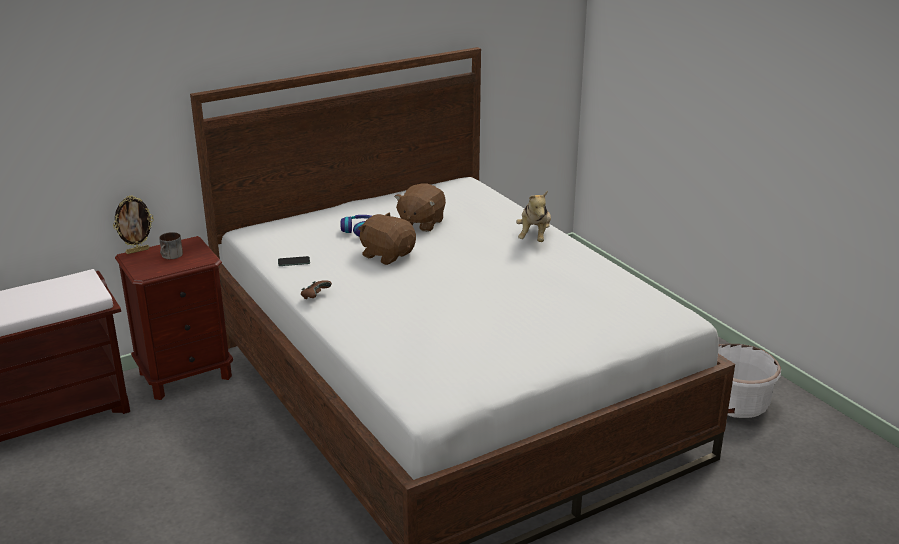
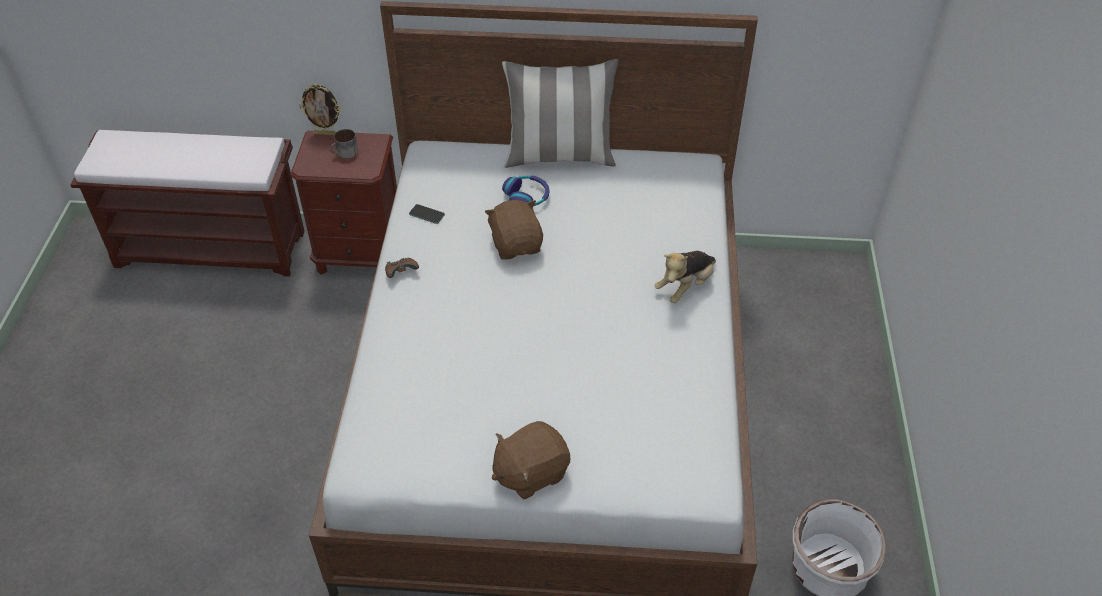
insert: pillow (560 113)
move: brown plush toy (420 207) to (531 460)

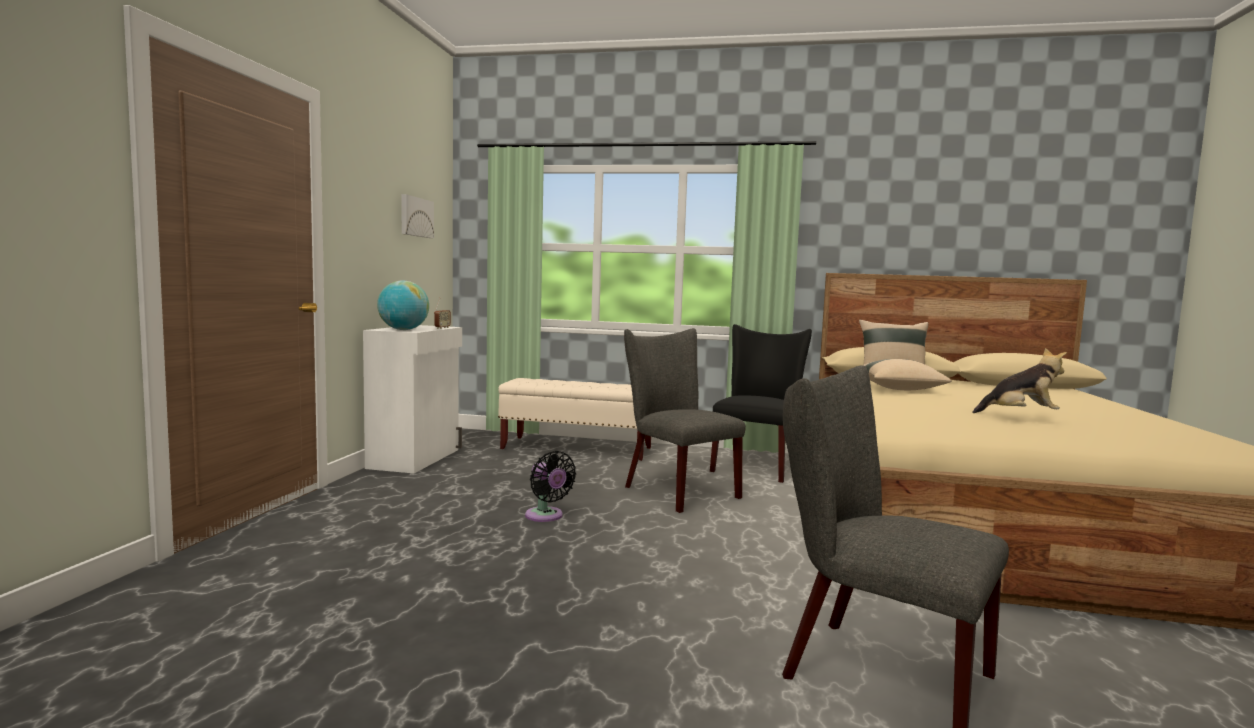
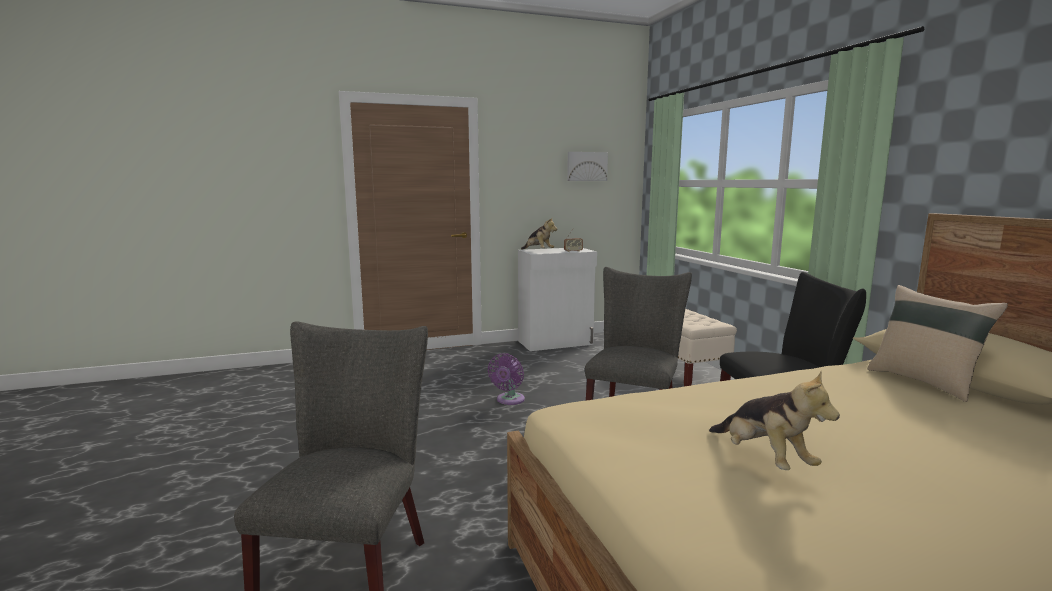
delete: beige pillow (907 374)
replace: globe (403 305) to plush toy (539 234)
recolor: black fan (550 486) to purple fan (506 379)

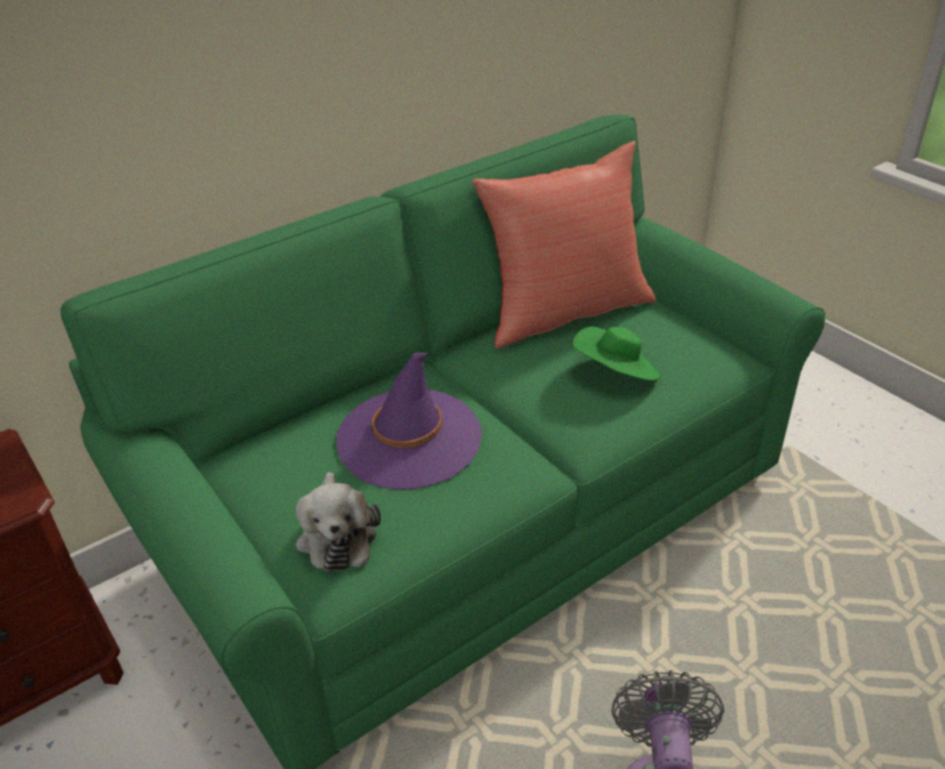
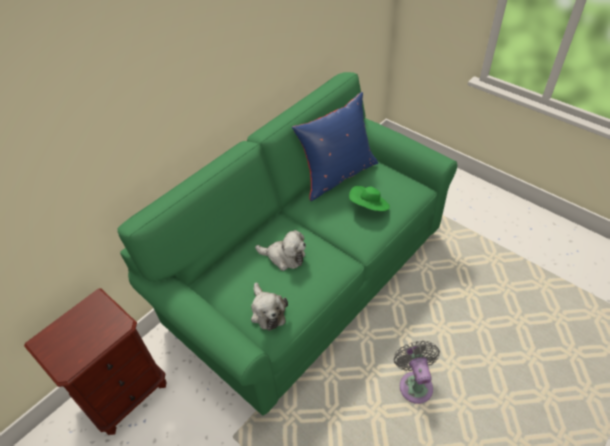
replace: purple hat (409 421) to plush toy (280 250)
recolor: red pillow (564 245) to blue pillow (335 146)

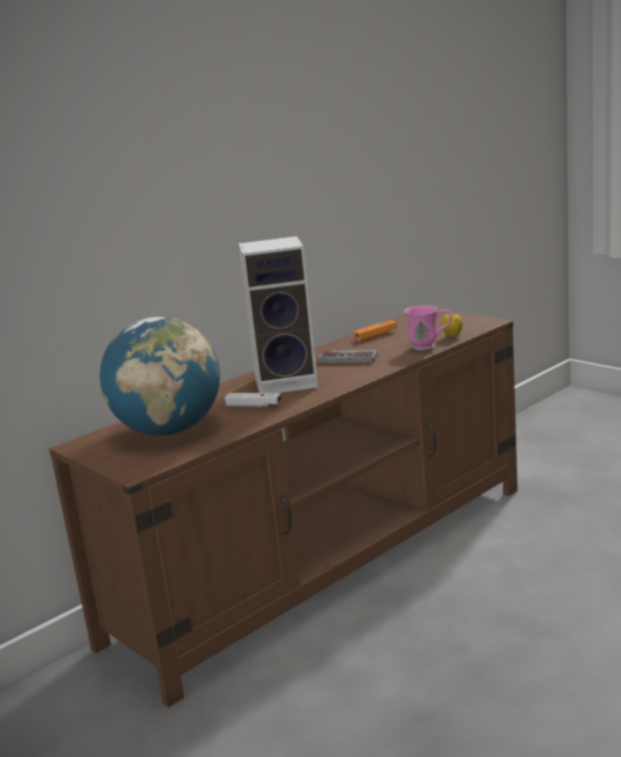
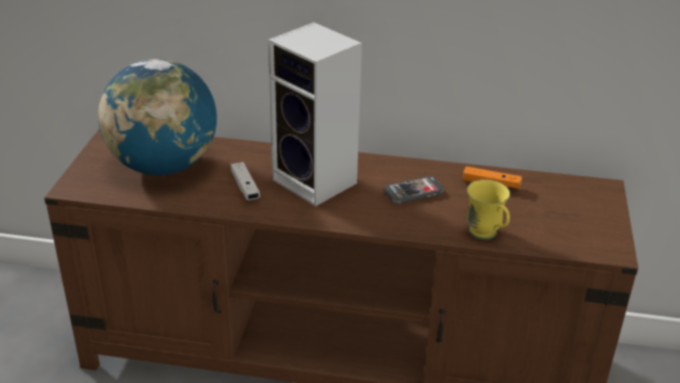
delete: apple (452 325)
replace: game controller (348 356) to phone (414 190)
recolor: pink mug (428 328) to yellow mug (488 210)

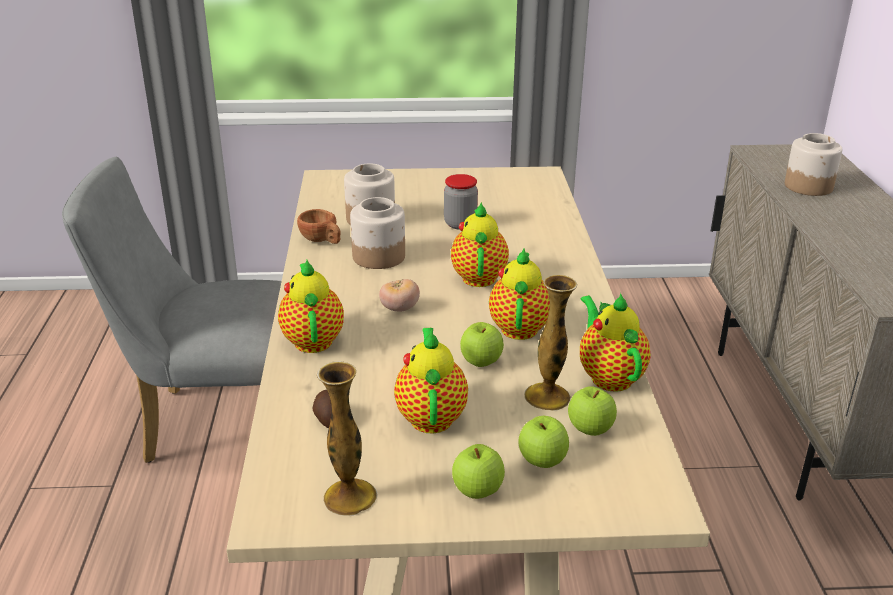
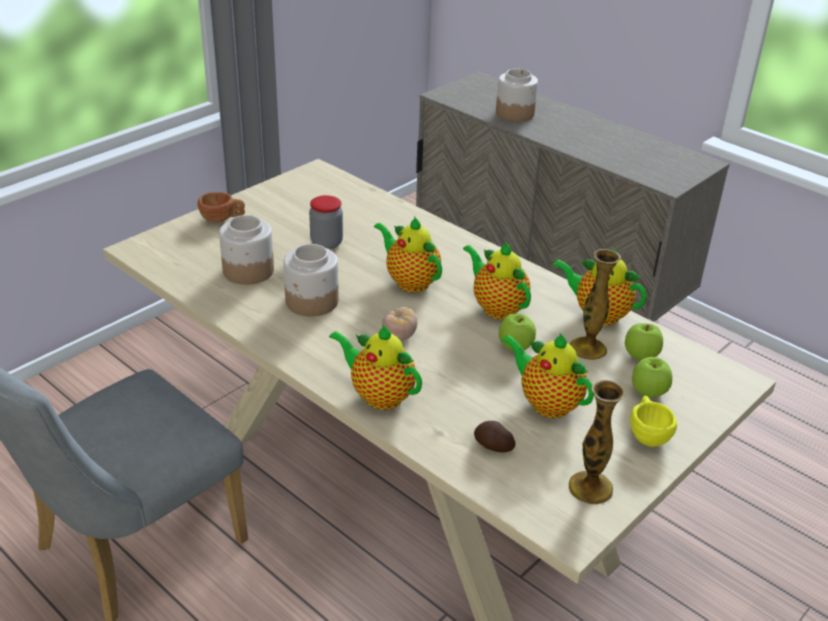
move: brown cup (319 226) to (221 207)
replace: apple (478 471) to yellow cup (653 421)

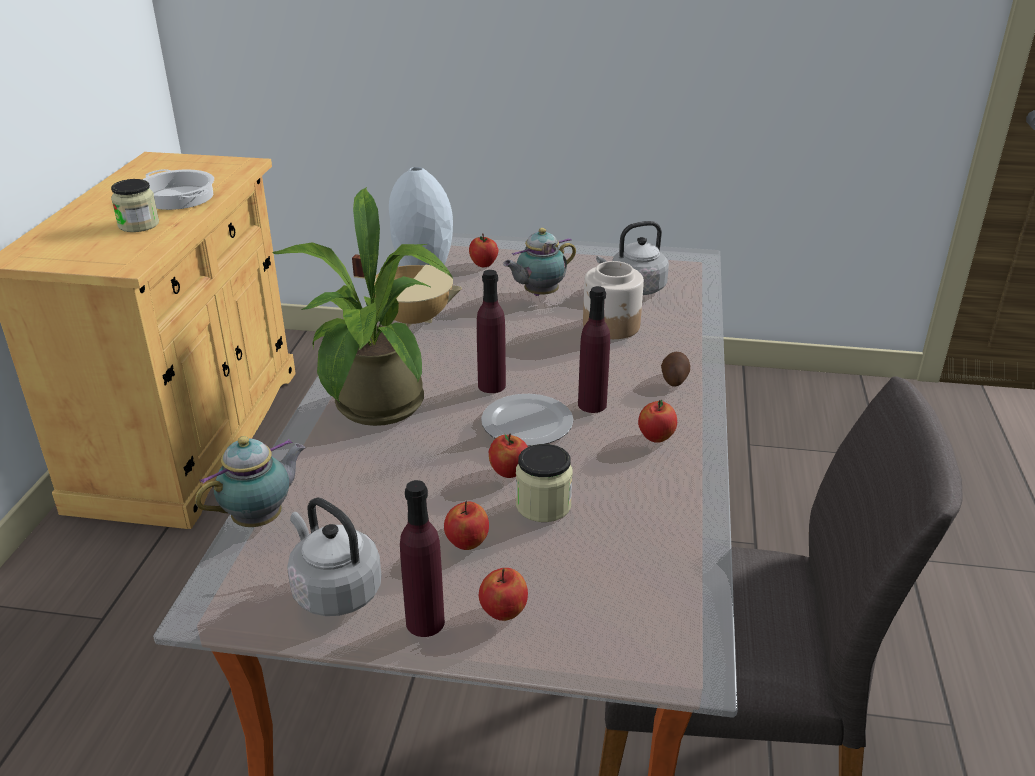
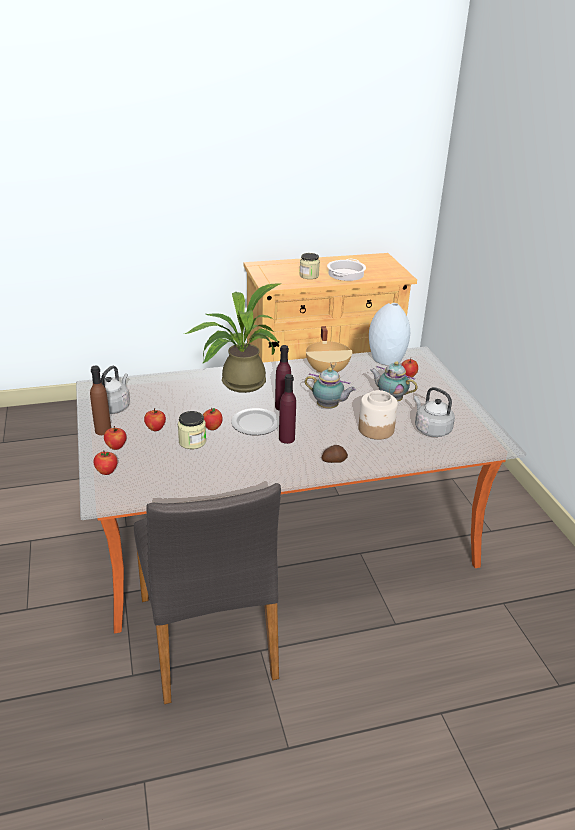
move: apple (657 421) to (106 462); teapot (250 481) to (330 388)
recolor: purple bottle (422 558) to brown bottle (100 400)

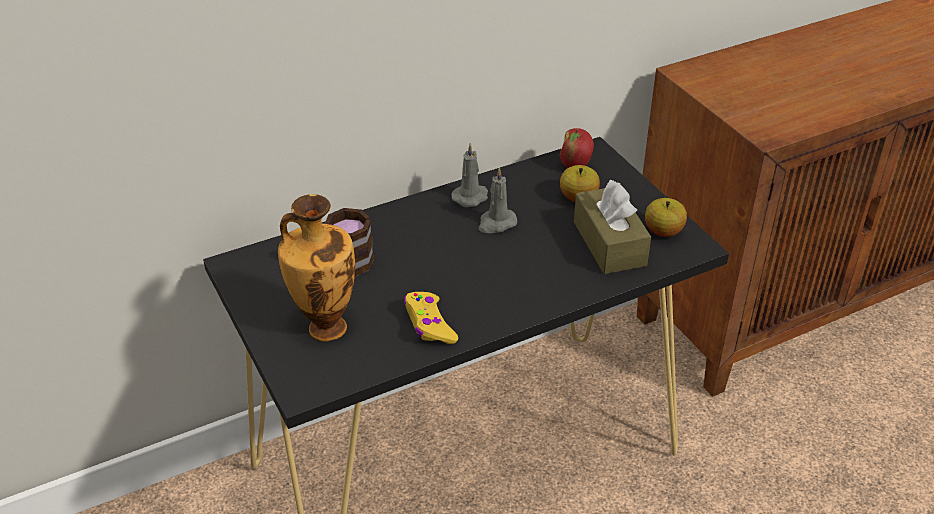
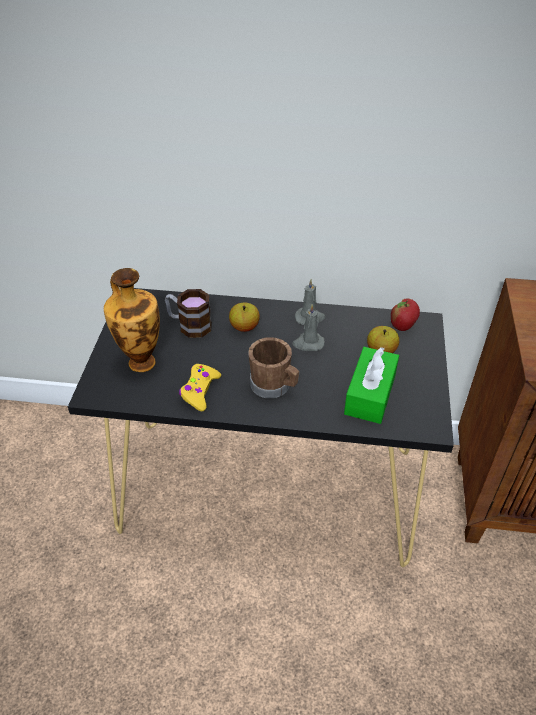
insert: brown mug (274 367)
move: apple (666 217) to (244 317)
recolor: brown tissue box (612 227) to green tissue box (371 385)

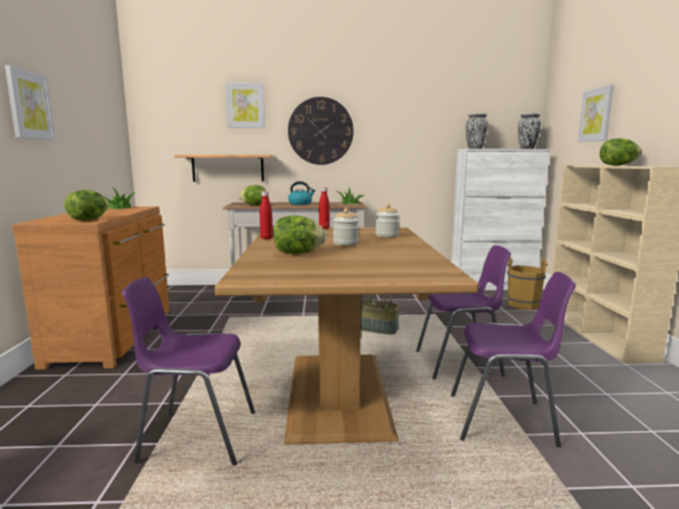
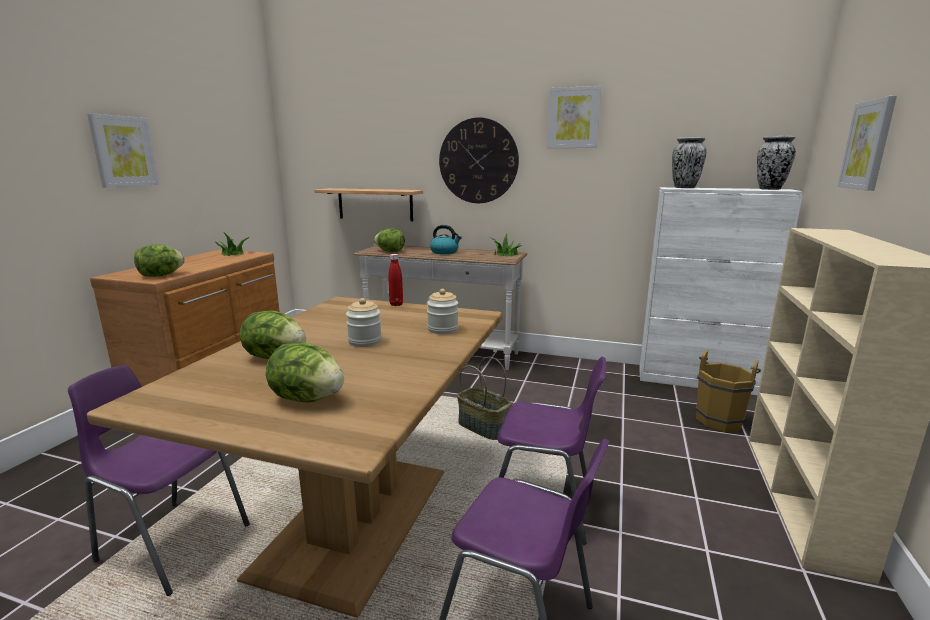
delete: red bottle (266 215)
move: lettuce (621 152) to (305 372); picture (245 105) to (574 117)

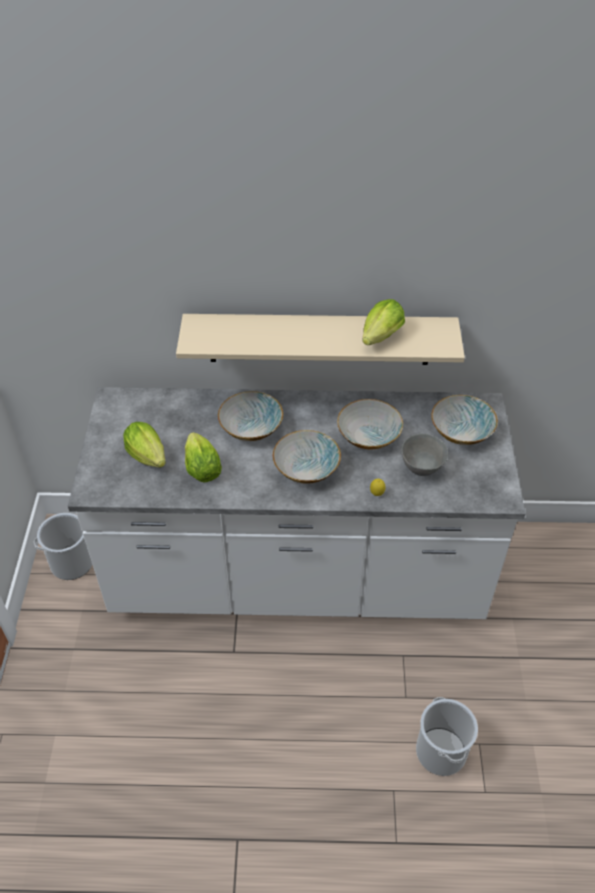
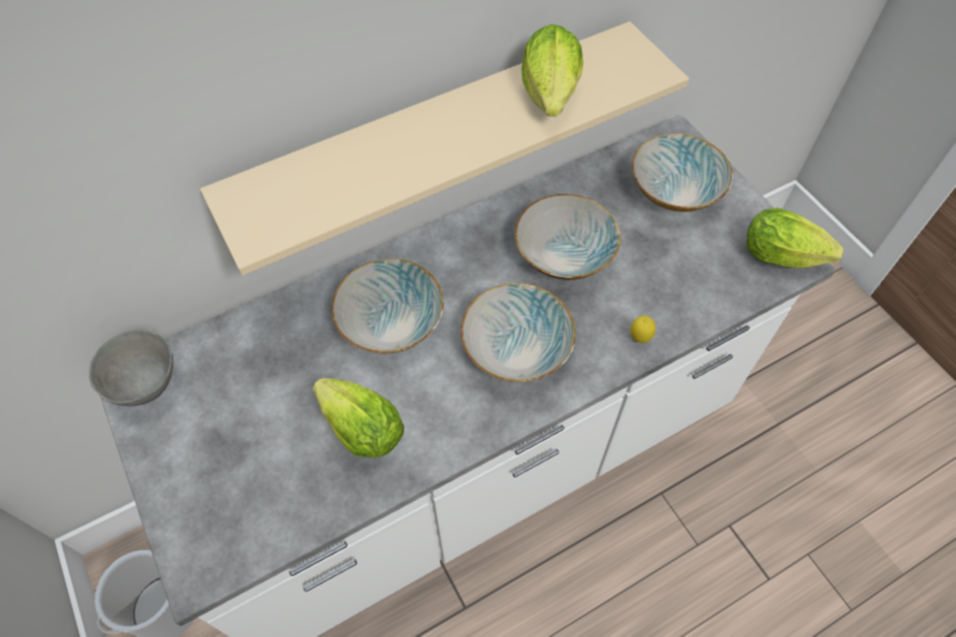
delete: bucket (447 736)
move: grey bowl (424 455) to (131 368); lettuce (144 445) to (795 238)

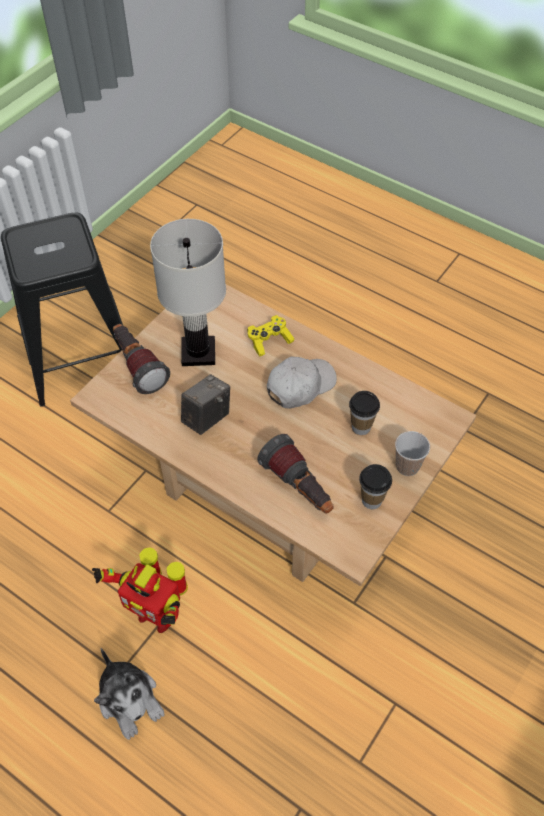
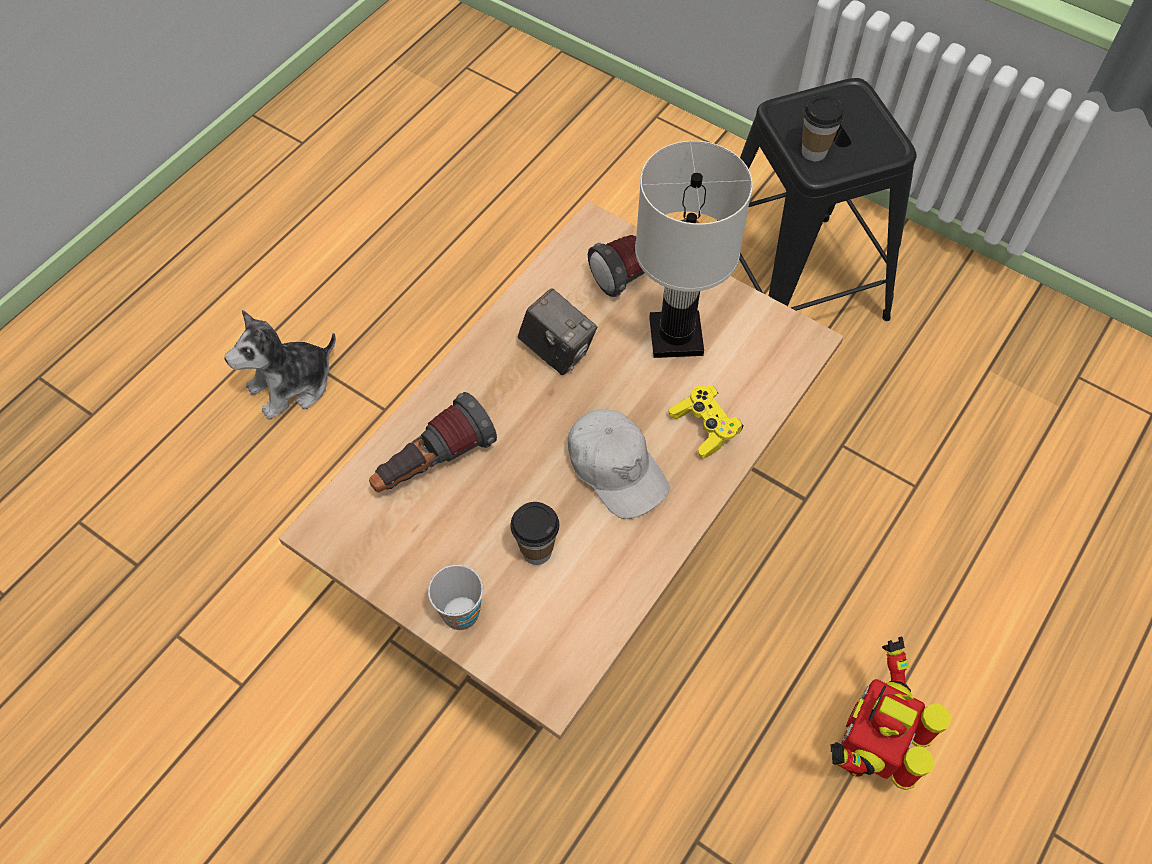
move: cup (375 486) to (823 128); toy robot (140 590) to (891 713)

